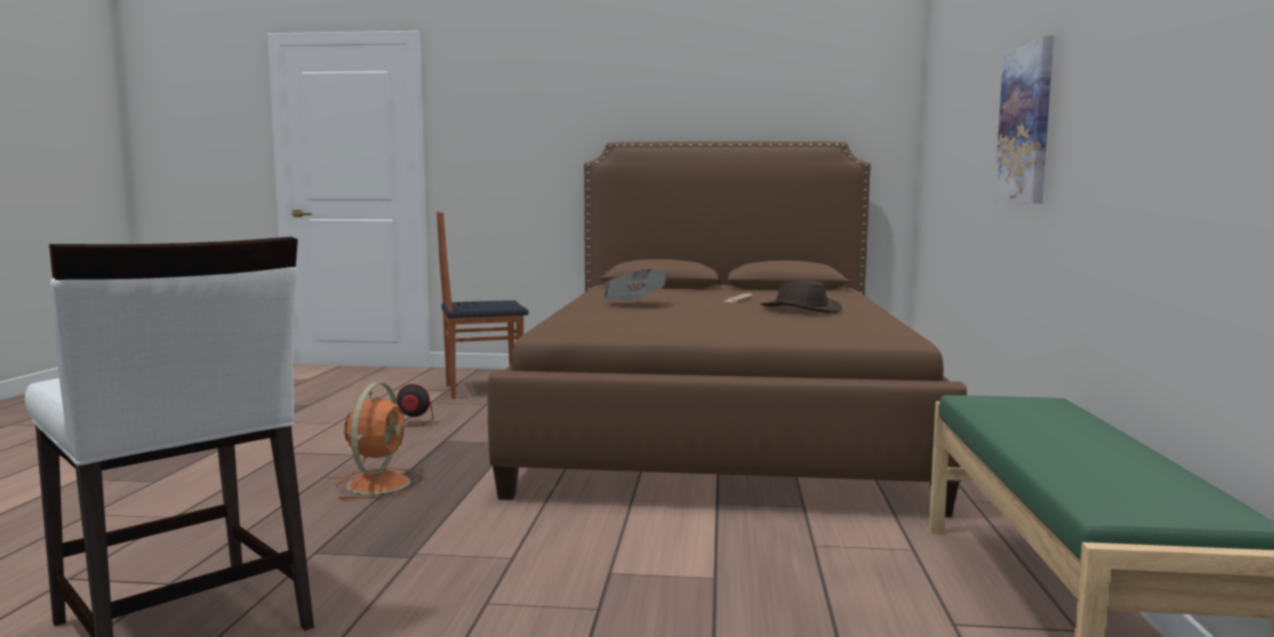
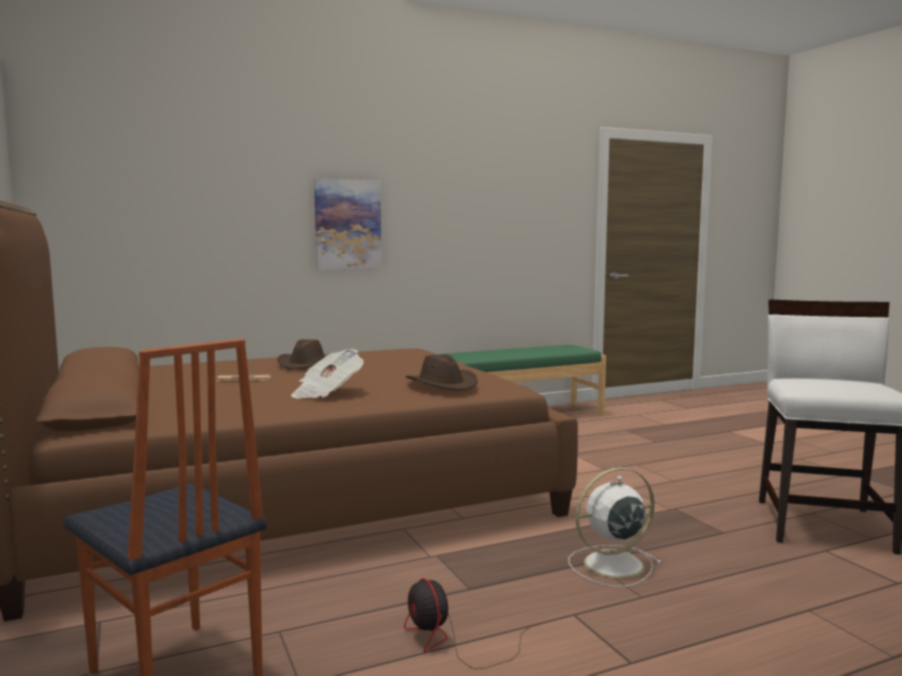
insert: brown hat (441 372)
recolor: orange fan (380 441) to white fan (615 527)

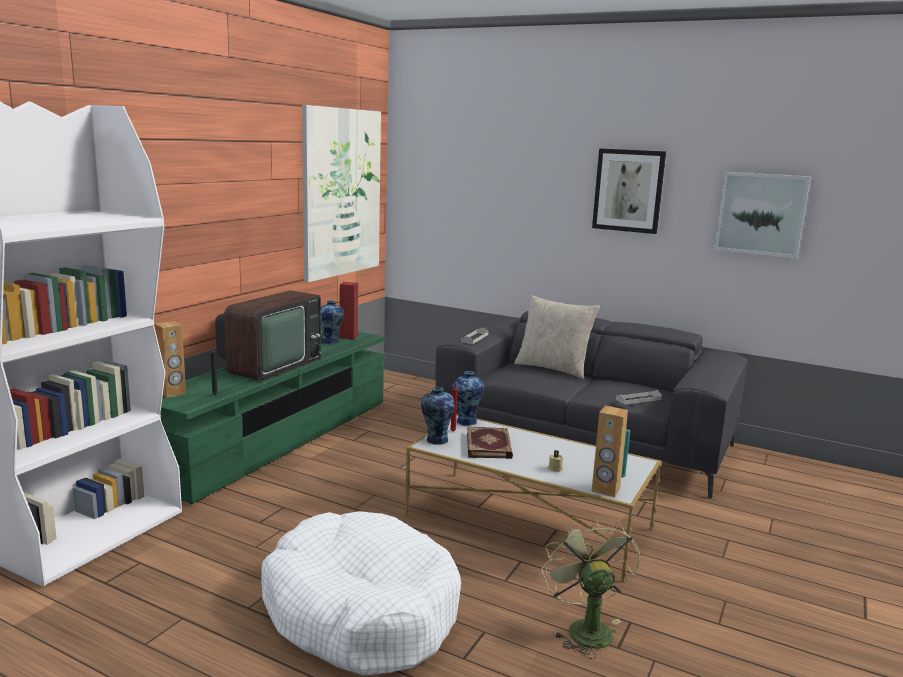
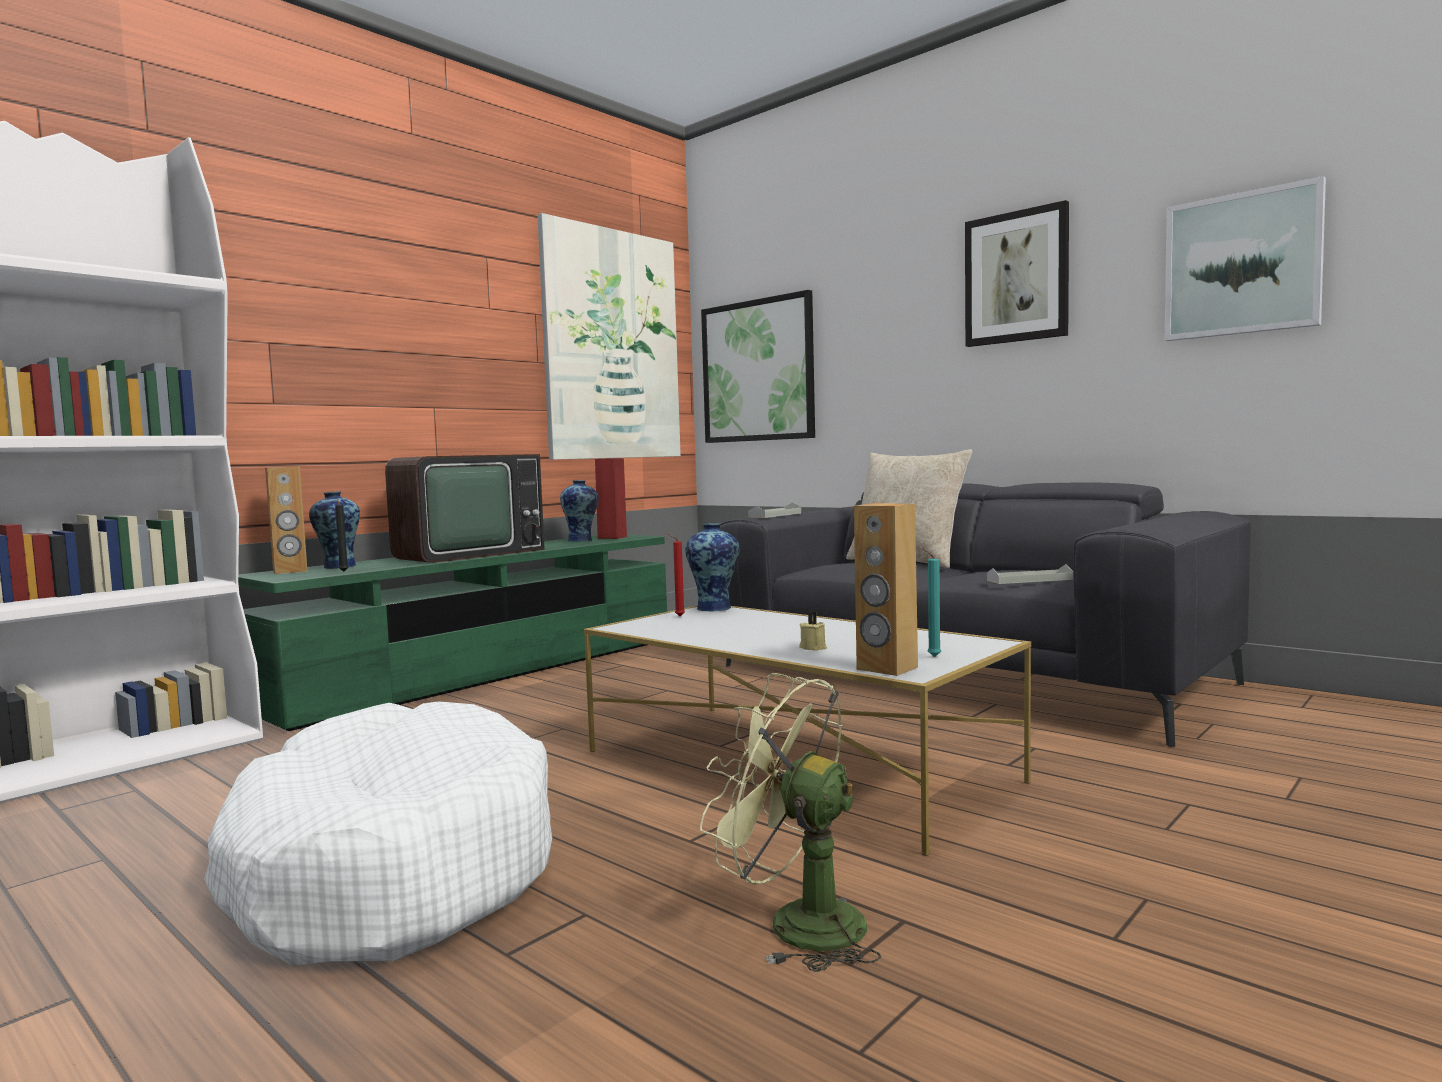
delete: book (490 442)
insert: picture (758 366)
move: vase (438 416) to (334 530)
rotate: green fan (591 588) = (790 822) 60 degrees counterclockwise

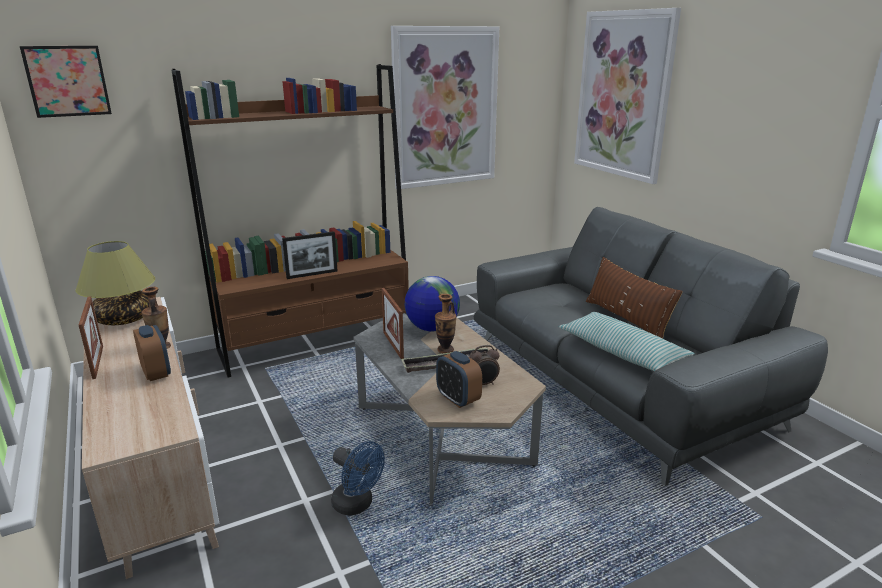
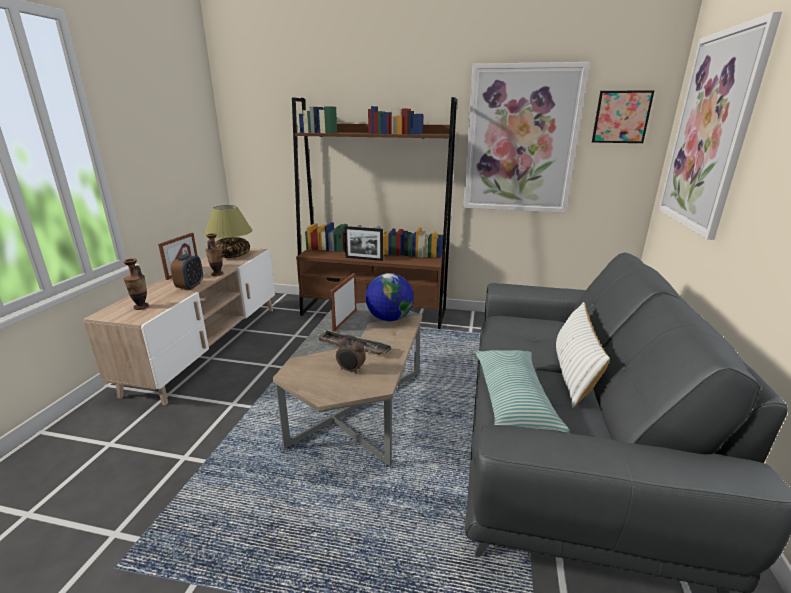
delete: blue fan (358 478); alarm clock (459 379)
move: vase (446 323) to (136 284); picture (66 82) to (623 117)
recolor: brown pillow (634 298) to white pillow (583 355)

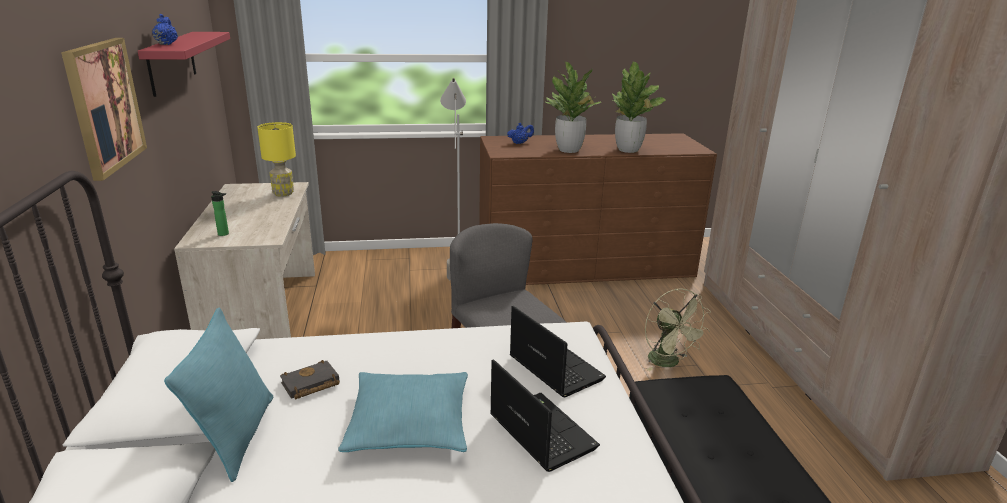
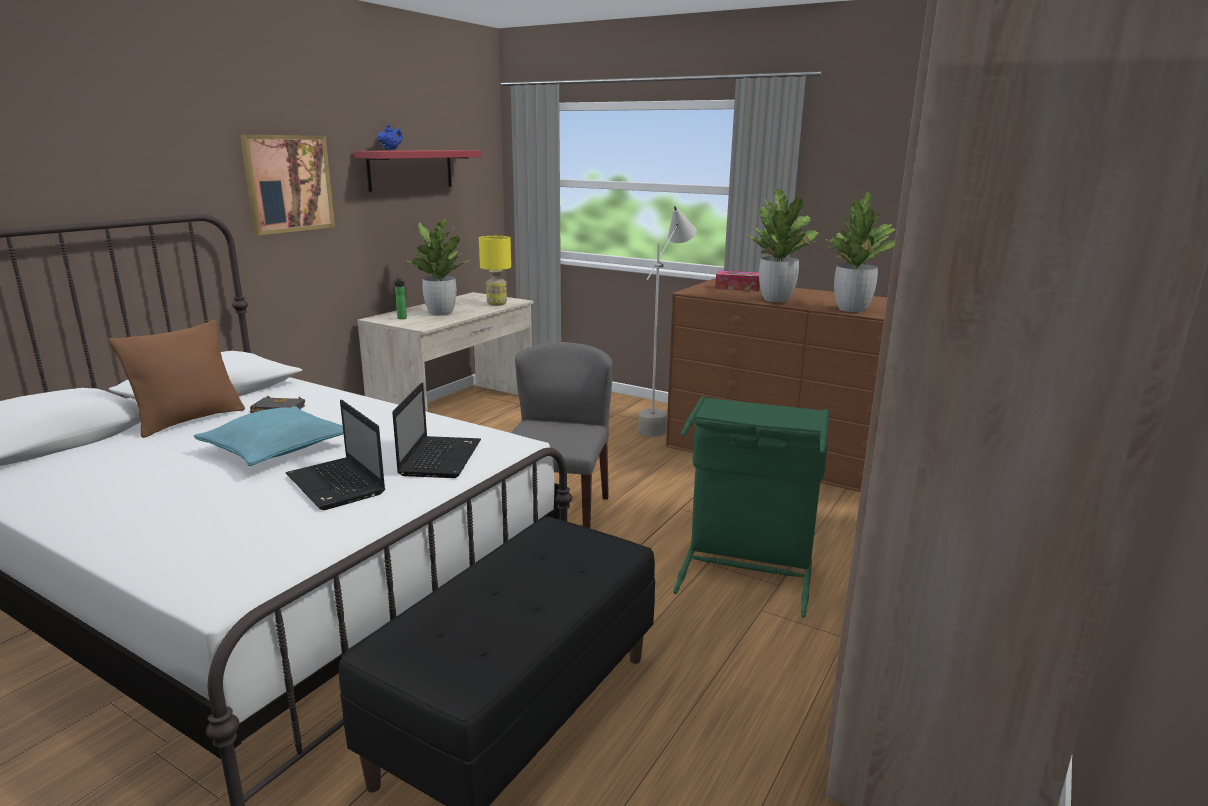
insert: potted plant (439 267)
replace: green fan (678 329) to green laundry basket (751 507); blue teapot (520 133) to tissue box (737 281)
recolor: turquoise pillow (218 395) to brown pillow (177 379)
rotate: laptop (545 415) = (335 455) 135 degrees clockwise

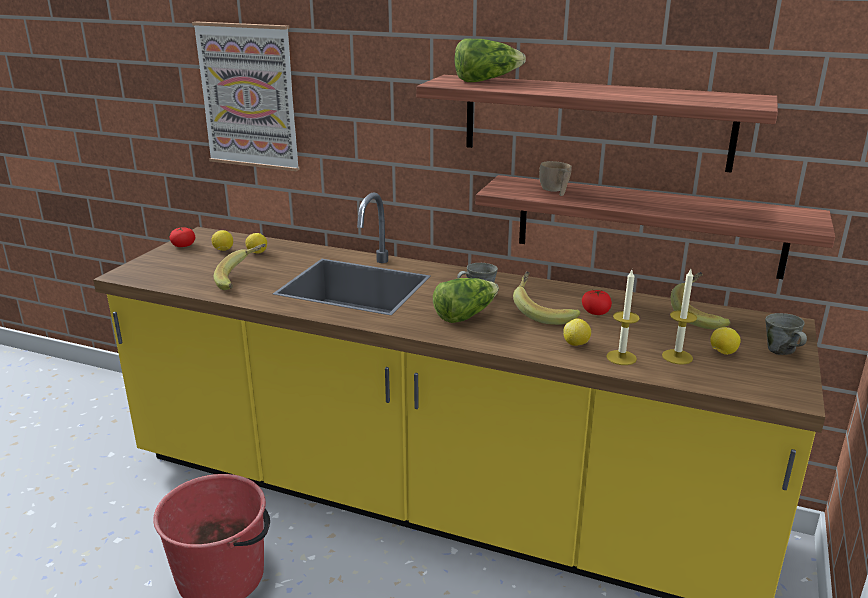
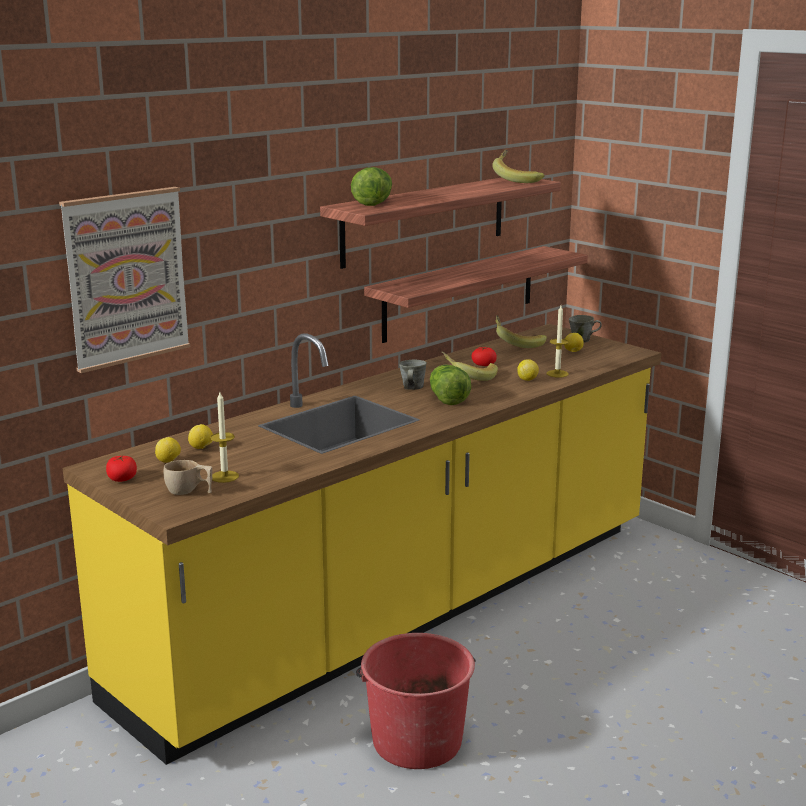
move: beige cup (555 178) to (188 477); candle (679 317) to (224 437); banana (240 267) to (518 166)

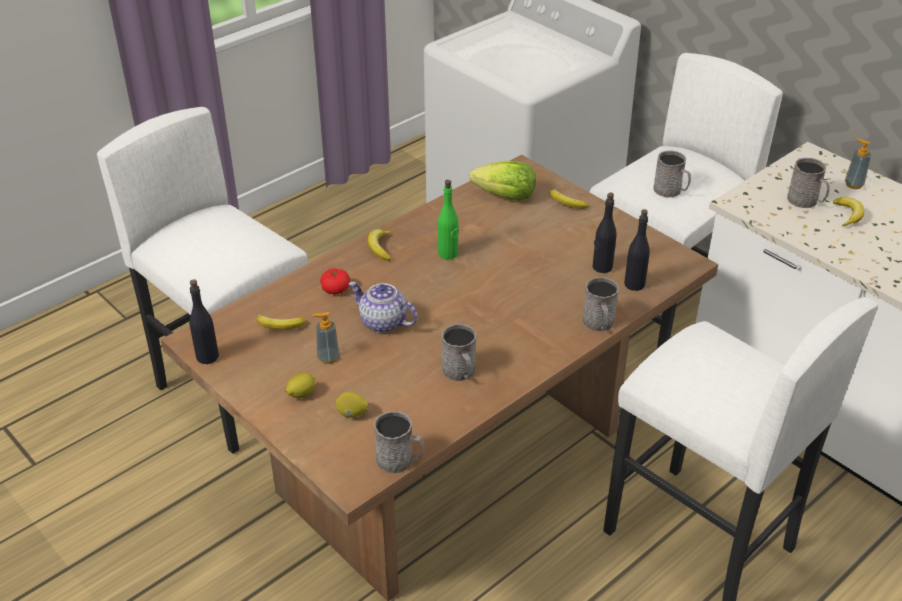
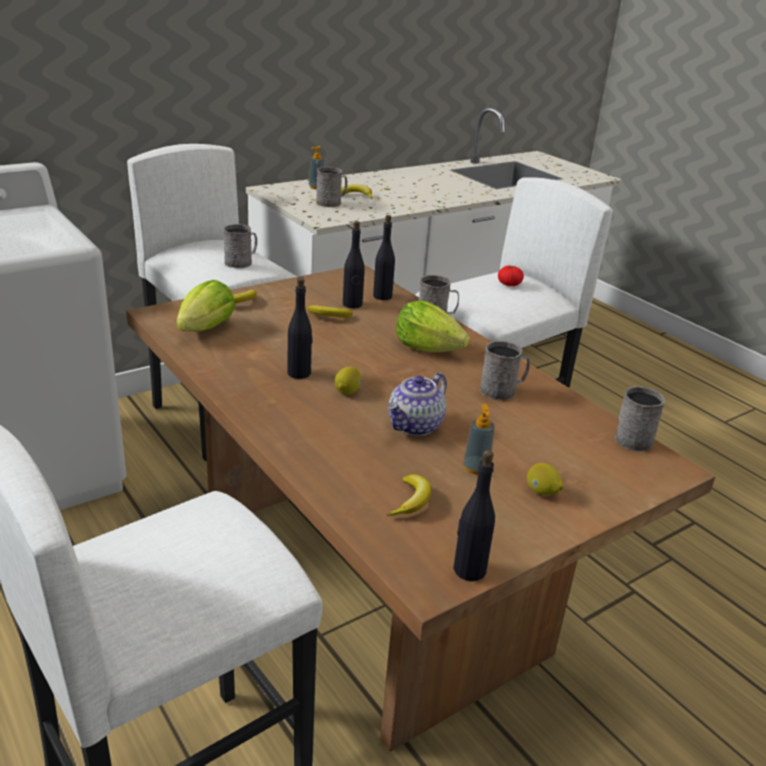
insert: lettuce (433 326)
move: banana (380 245) to (330 311); lemon (352 405) to (348 381); tomato (335 281) to (511 276)
recolor: green bottle (448 220) to black bottle (300 328)

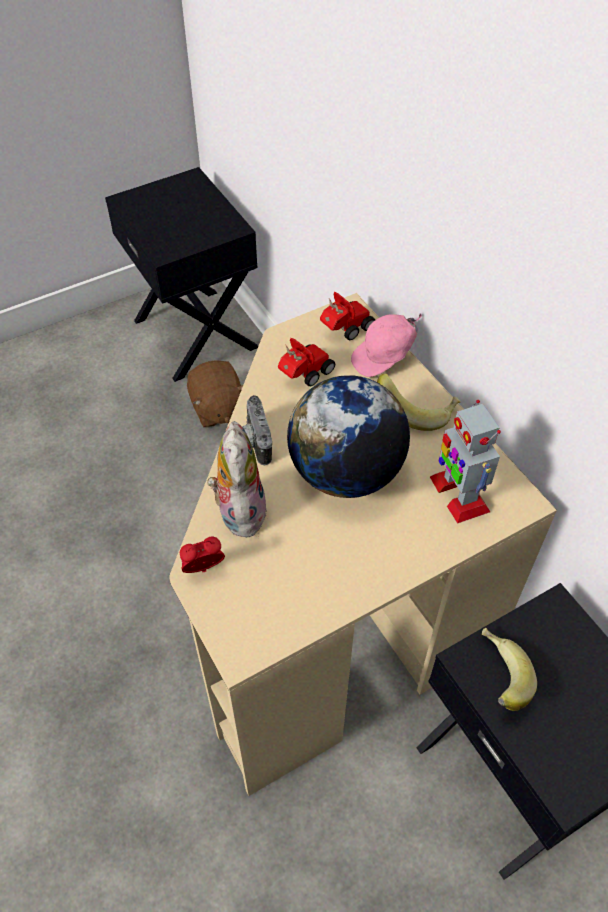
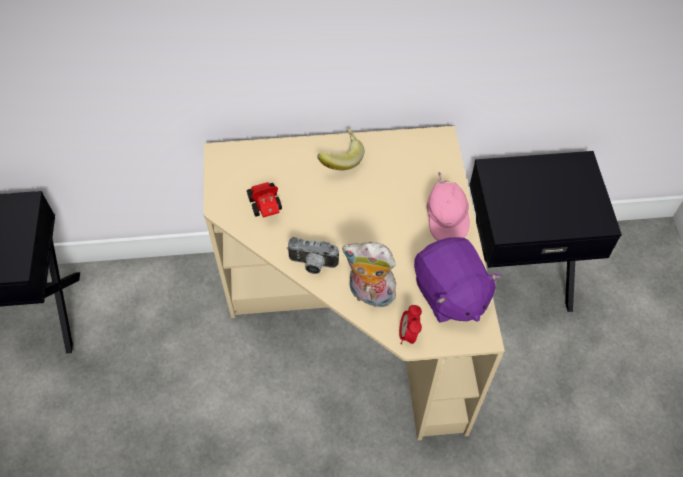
delete: brown plush toy (215 394); globe (348 436); toy car (347 316); toy robot (465 462); banana (509 669)
insert: purple plush toy (457 280)
move: pink cap (386 345) to (448 206)

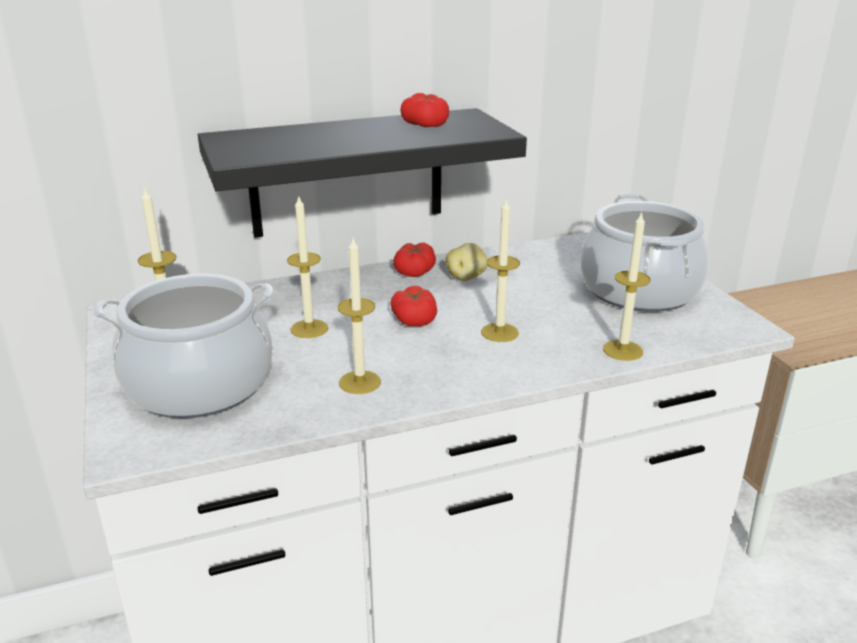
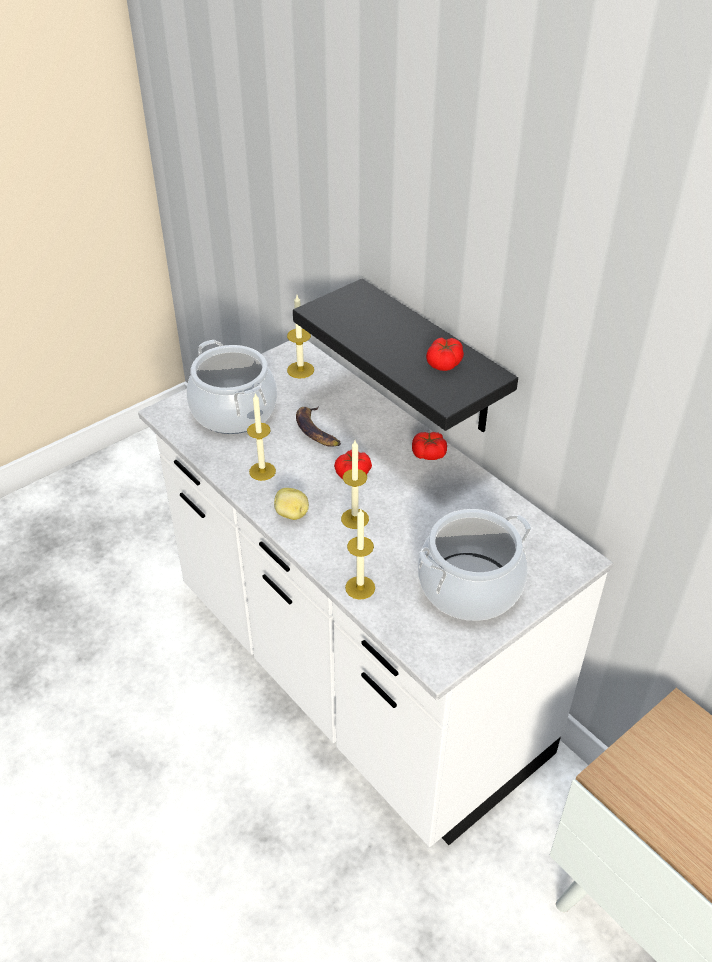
move: potato (466 262) to (291 504)
replace: candle (307 266) to banana (318 426)

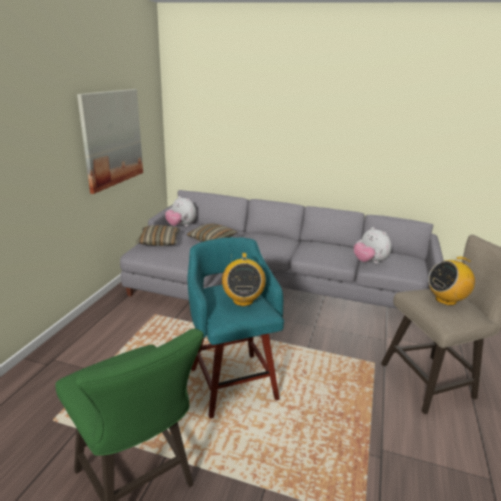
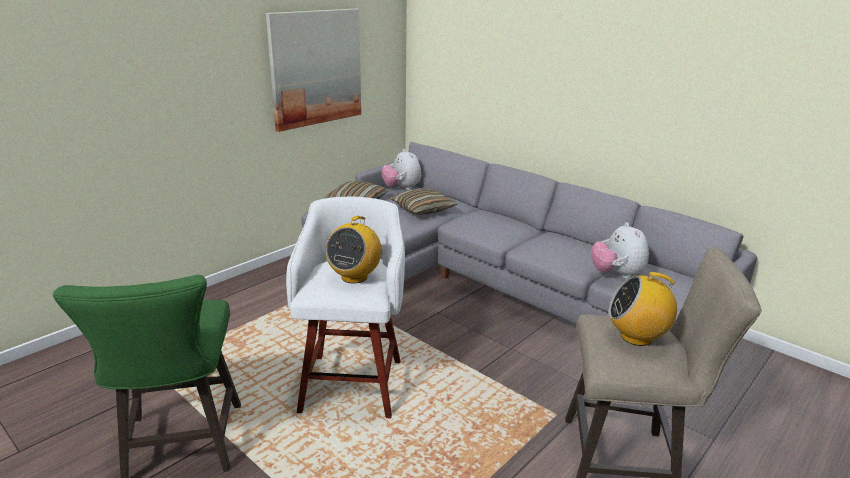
recolor: turquoise stool (236 327) to white stool (345 308)

